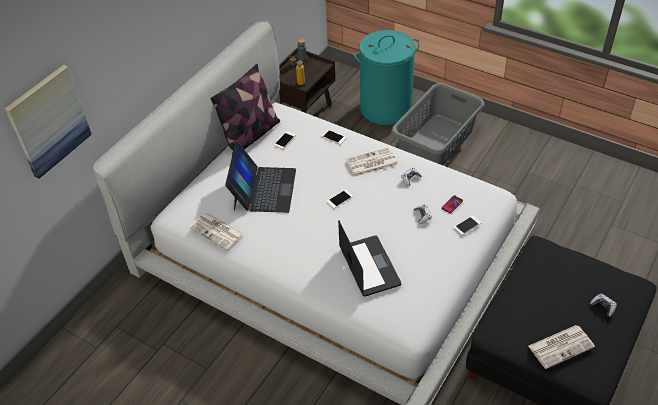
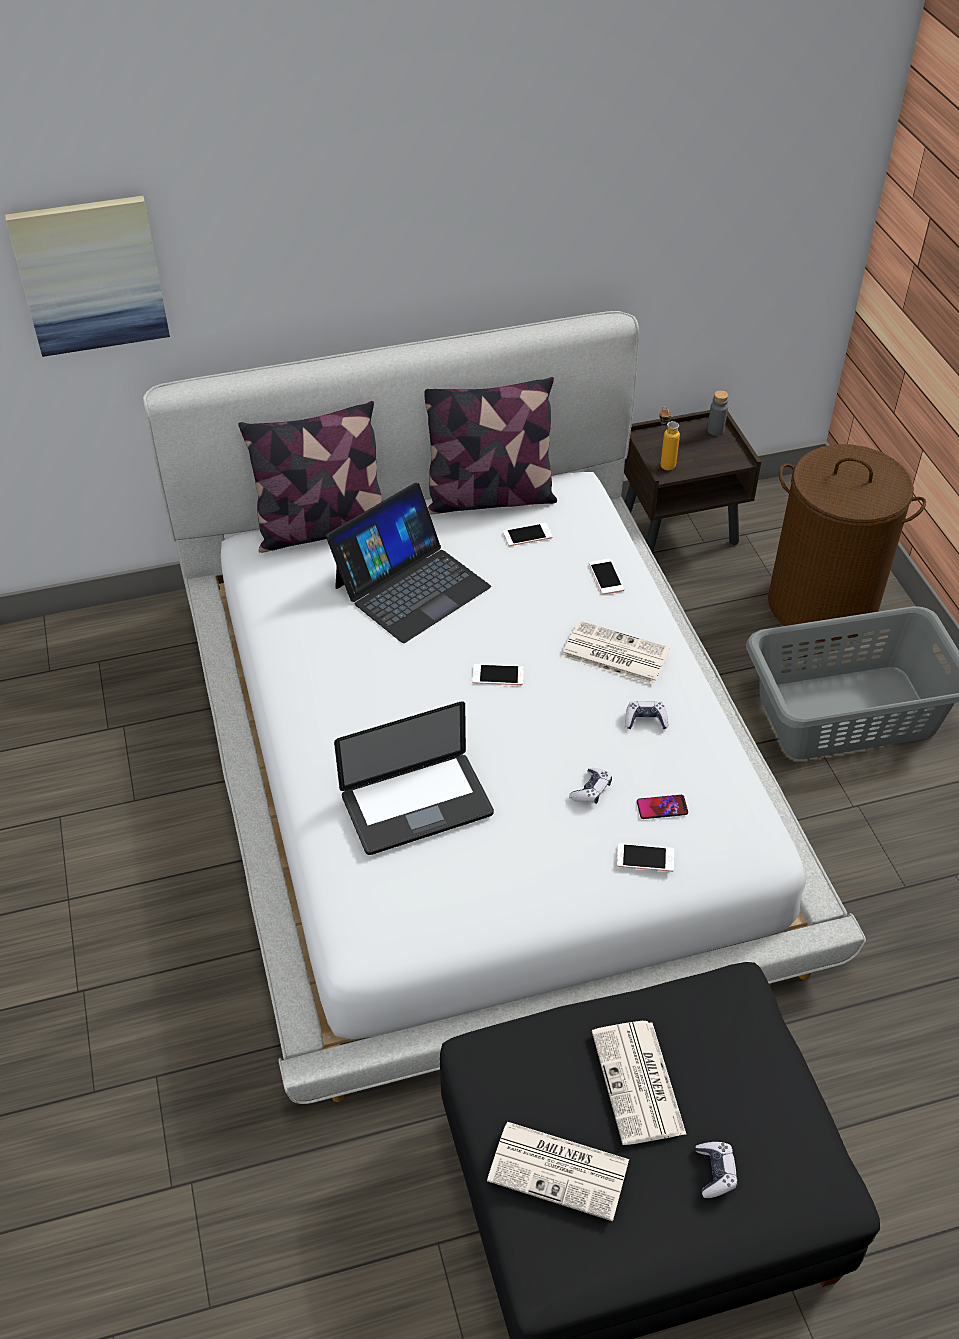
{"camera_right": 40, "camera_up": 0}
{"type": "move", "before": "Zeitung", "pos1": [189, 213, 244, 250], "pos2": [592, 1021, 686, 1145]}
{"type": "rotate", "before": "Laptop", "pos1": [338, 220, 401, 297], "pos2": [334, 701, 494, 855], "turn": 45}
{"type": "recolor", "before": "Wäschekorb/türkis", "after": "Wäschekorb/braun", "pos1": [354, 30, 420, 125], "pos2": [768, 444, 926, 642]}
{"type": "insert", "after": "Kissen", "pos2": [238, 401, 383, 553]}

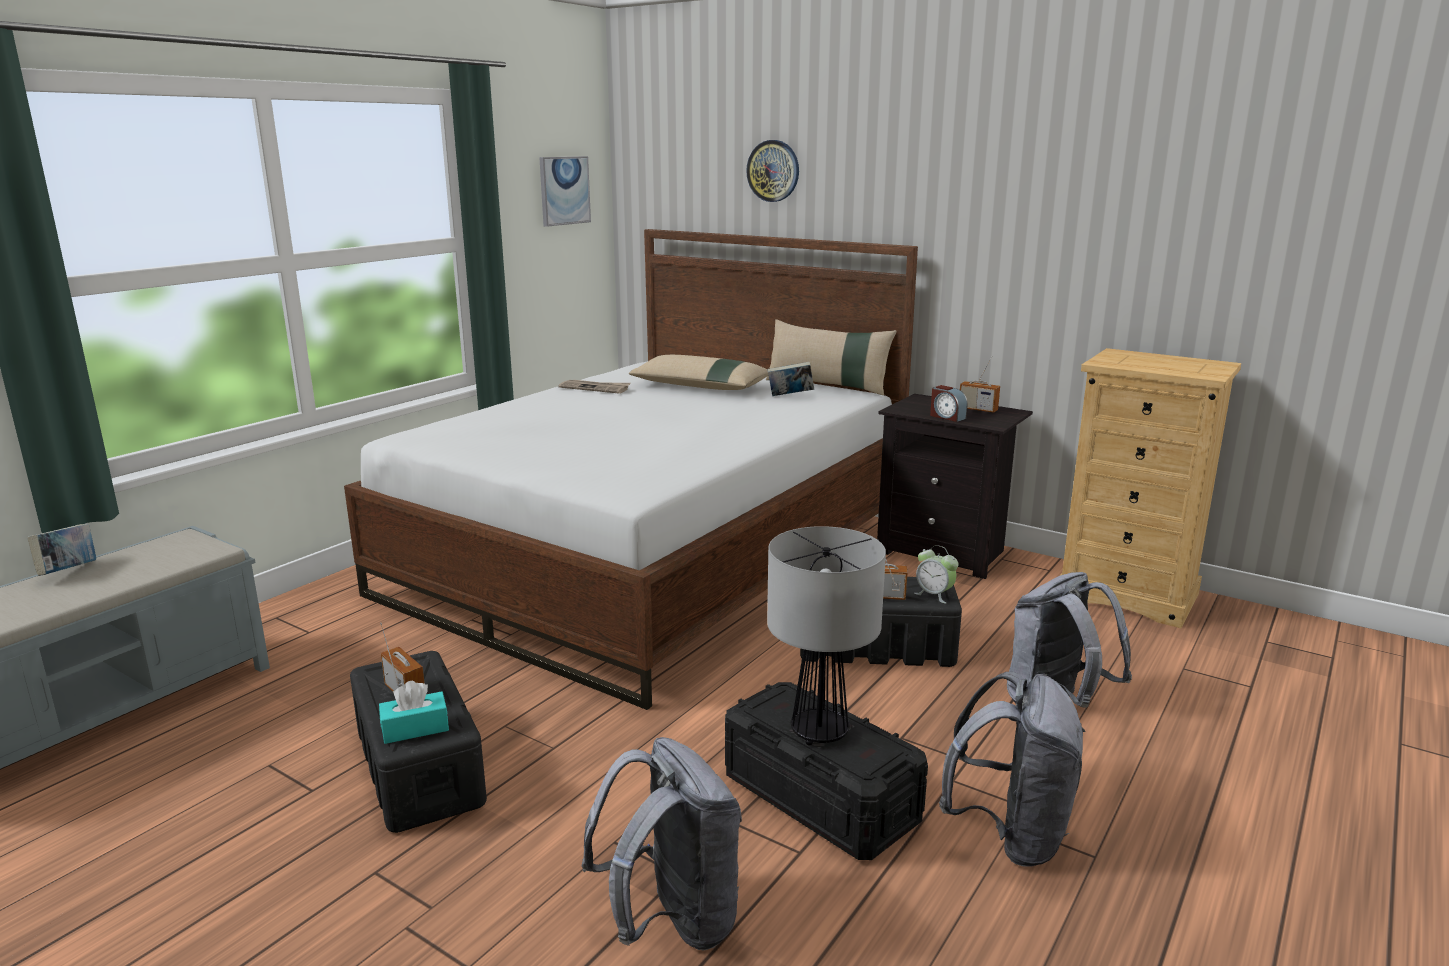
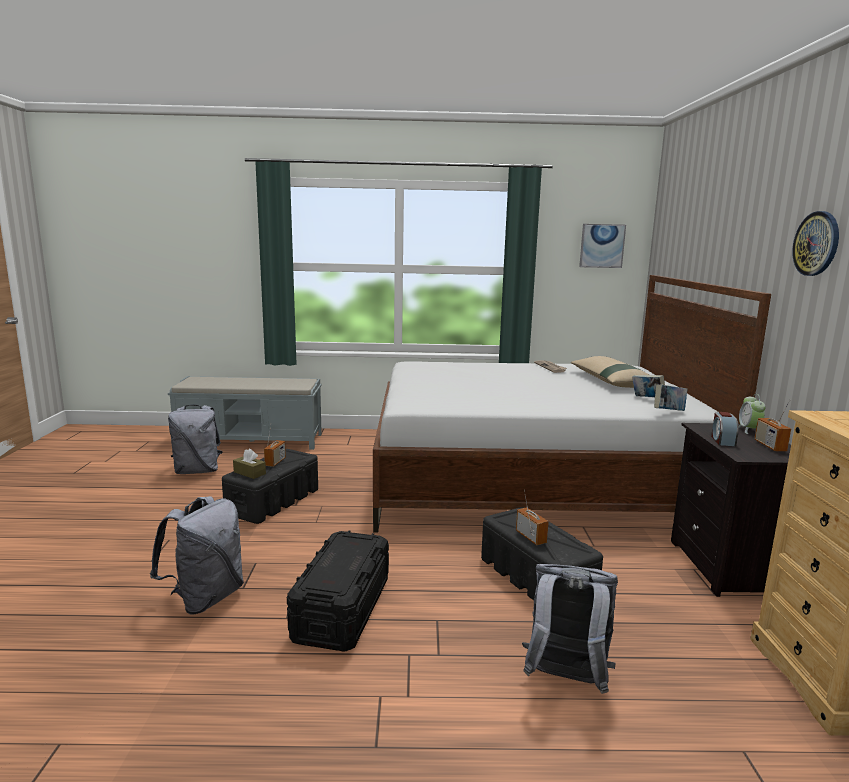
{"camera_right": 55, "camera_up": -5}
{"type": "move", "before": "Buch", "pos1": [27, 524, 96, 576], "pos2": [654, 384, 688, 411]}
{"type": "recolor", "before": "Taschentuchbox/türkis", "after": "Taschentuchbox/braun", "pos1": [379, 681, 449, 744], "pos2": [233, 449, 266, 479]}
{"type": "move", "before": "Wanduhr", "pos1": [746, 140, 799, 202], "pos2": [792, 211, 839, 276]}
{"type": "delete", "before": "Kissen/beige", "pos1": [766, 319, 897, 395]}
{"type": "delete", "before": "Tischlampe", "pos1": [767, 526, 886, 746]}
{"type": "move", "before": "Wecker", "pos1": [914, 545, 958, 604], "pos2": [739, 394, 766, 434]}
{"type": "move", "before": "Rucksack/grau", "pos1": [939, 672, 1086, 867], "pos2": [168, 404, 223, 474]}

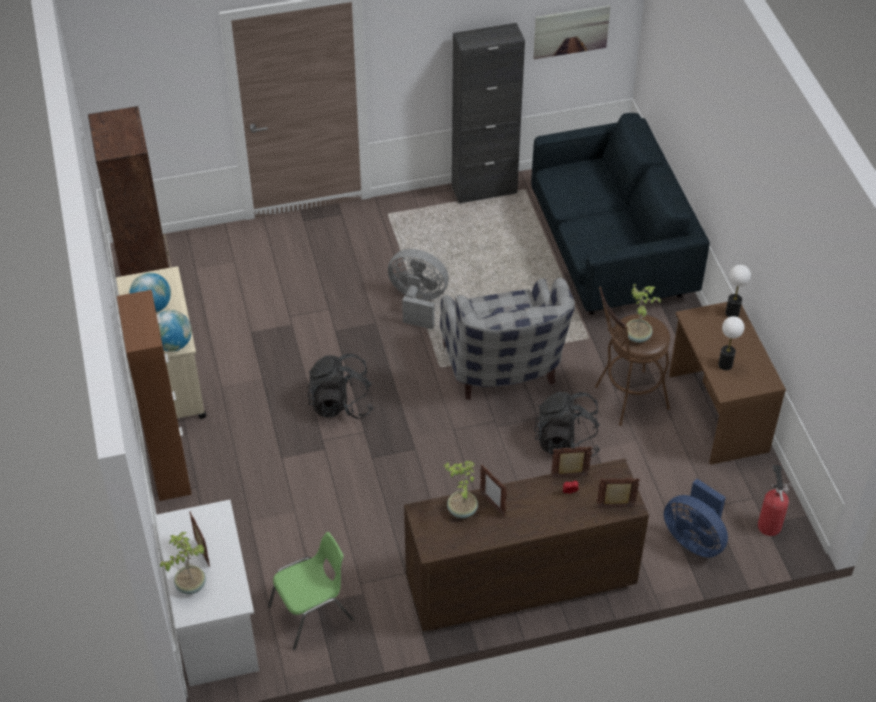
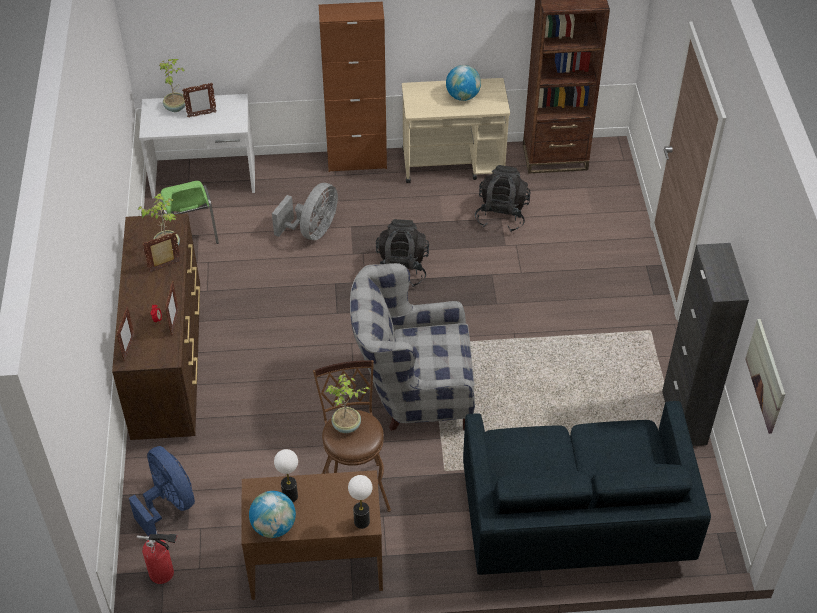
{"camera_right": 100, "camera_up": 0}
{"type": "move", "before": "Globus", "pos1": [158, 310, 192, 352], "pos2": [249, 491, 296, 538]}
{"type": "move", "before": "Ventilator/grau", "pos1": [388, 249, 449, 329], "pos2": [272, 183, 338, 240]}
{"type": "move", "before": "Rucksack/schwarz", "pos1": [534, 392, 600, 459], "pos2": [475, 165, 531, 232]}
{"type": "rotate", "before": "Ventilator/blau", "pos1": [664, 479, 728, 557], "pos2": [129, 446, 195, 537], "turn": 90}

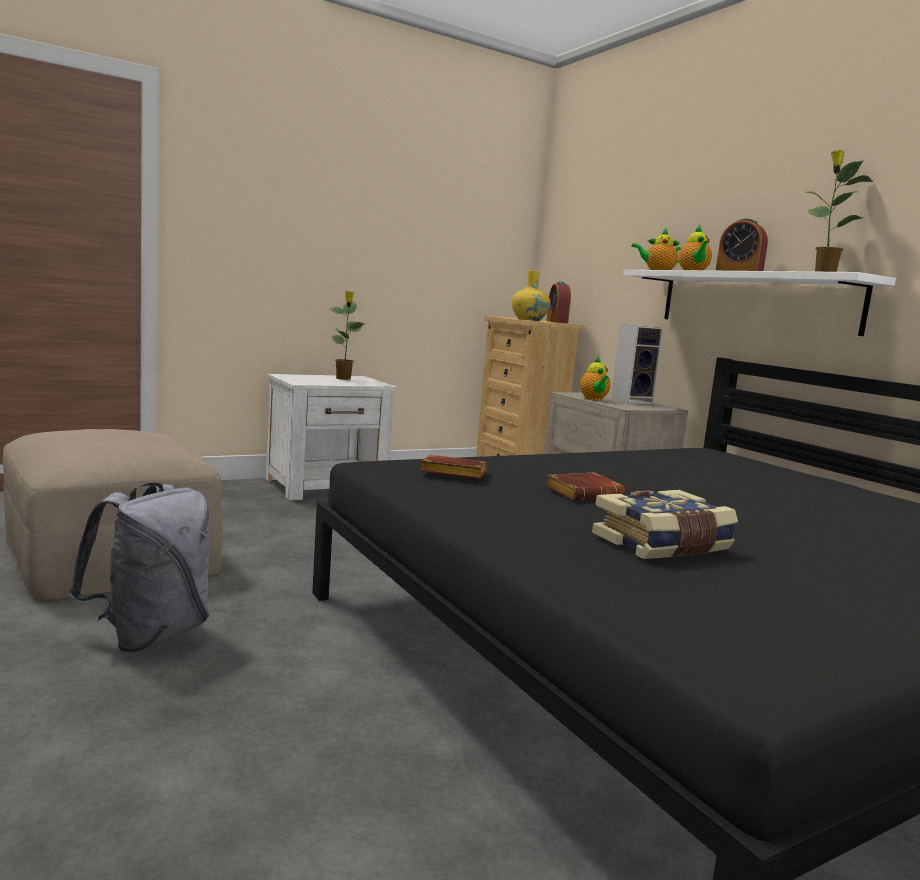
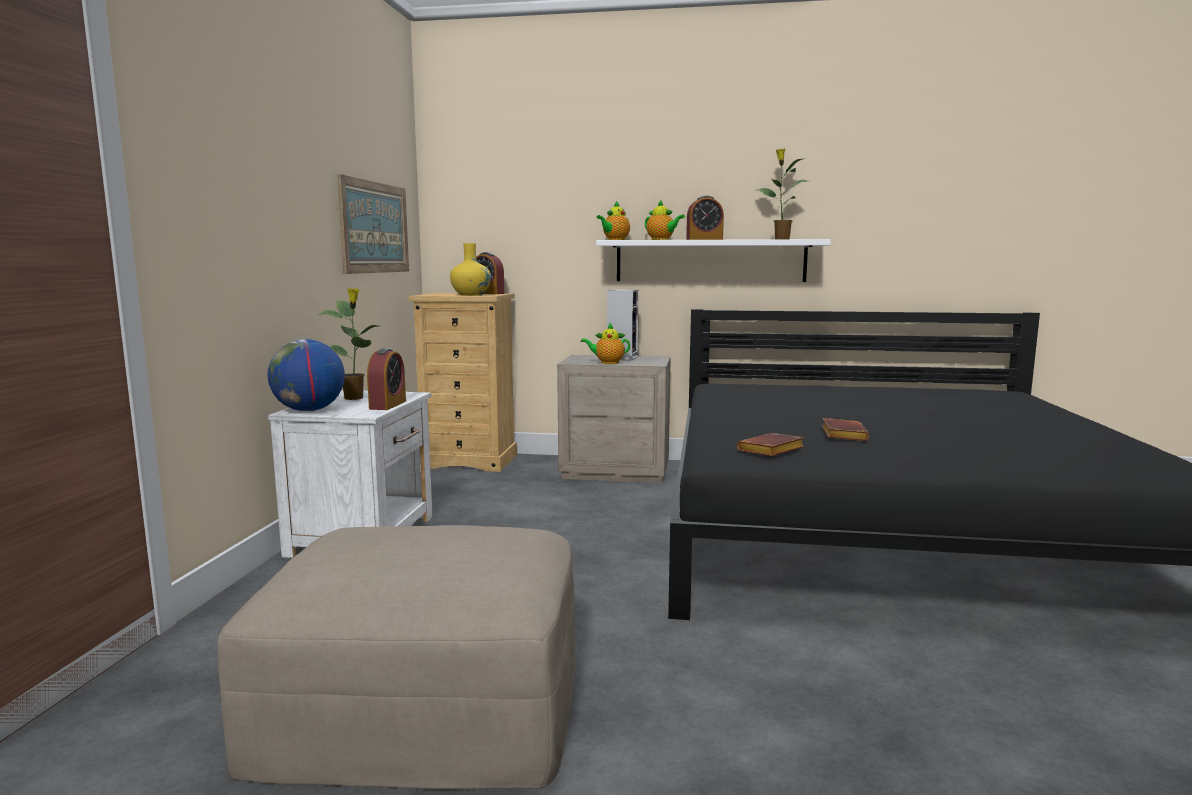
{"camera_right": -50, "camera_up": 0}
{"type": "delete", "before": "Rucksack/grau", "pos1": [69, 482, 210, 653]}
{"type": "rotate", "before": "Teekanne", "pos1": [580, 356, 611, 400], "pos2": [581, 323, 630, 364], "turn": 150}
{"type": "delete", "before": "Buch", "pos1": [592, 490, 738, 559]}
{"type": "insert", "after": "Globus", "pos2": [268, 339, 345, 411]}
{"type": "insert", "after": "Bild", "pos2": [337, 174, 409, 274]}
{"type": "insert", "after": "Wecker", "pos2": [367, 348, 406, 410]}

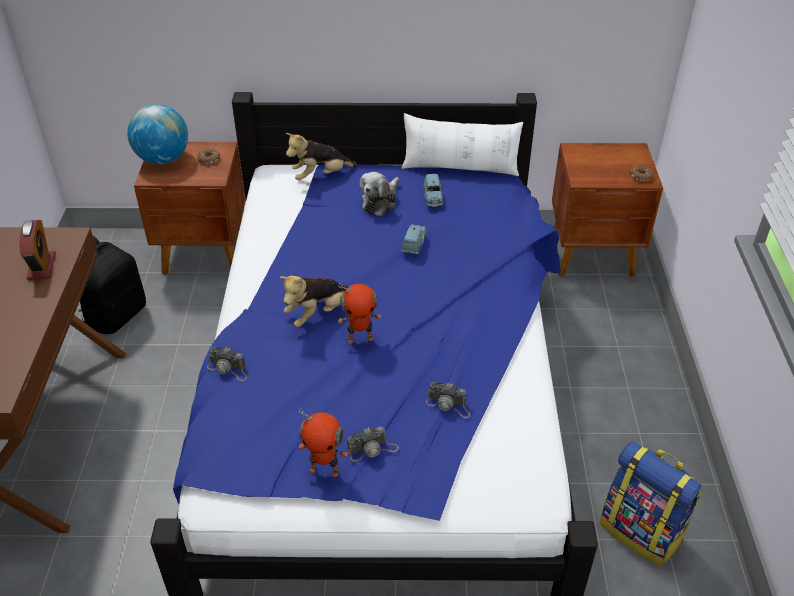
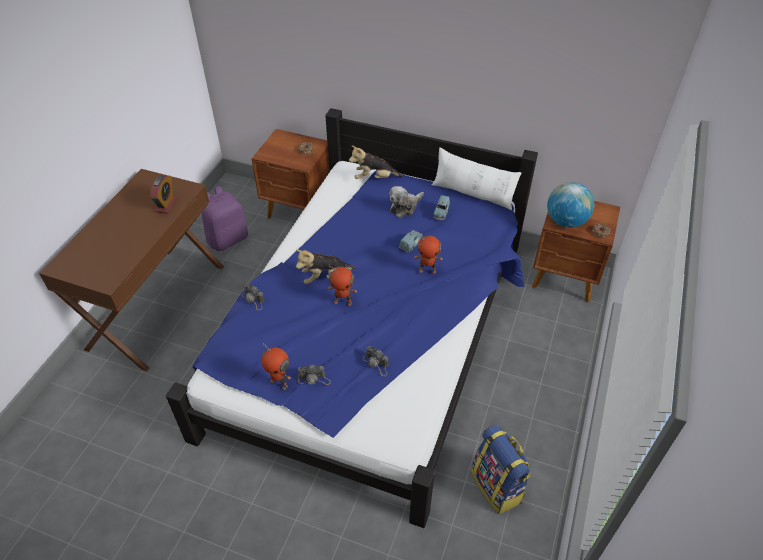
{"camera_right": 20, "camera_up": 5}
{"type": "recolor", "before": "Rucksack/schwarz", "after": "Rucksack/lila", "pos1": [78, 236, 146, 334], "pos2": [201, 186, 248, 251]}
{"type": "move", "before": "Globus", "pos1": [127, 104, 188, 164], "pos2": [547, 182, 594, 228]}
{"type": "insert", "after": "Spielzeugroboter", "pos2": [414, 233, 443, 274]}

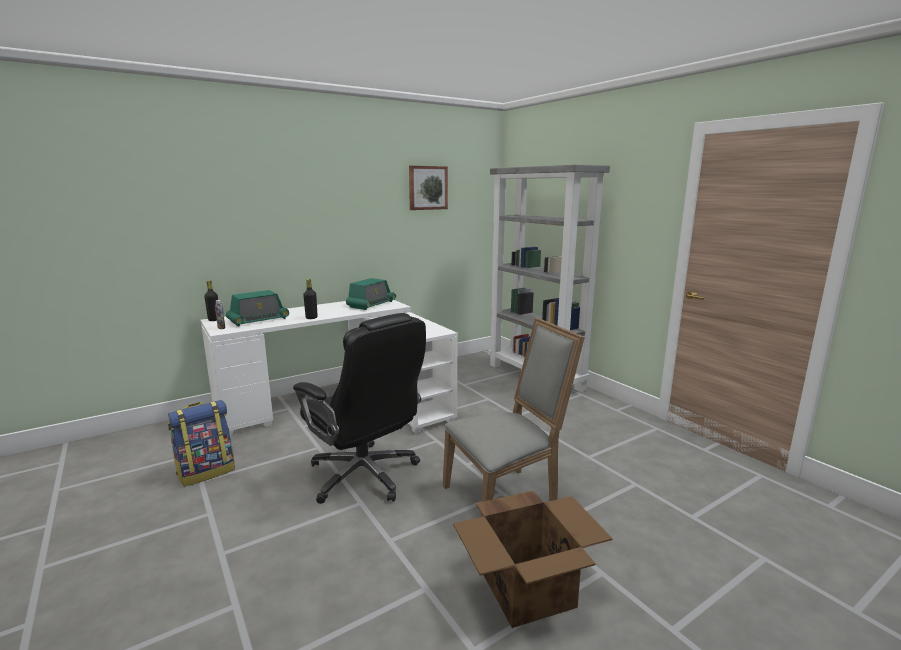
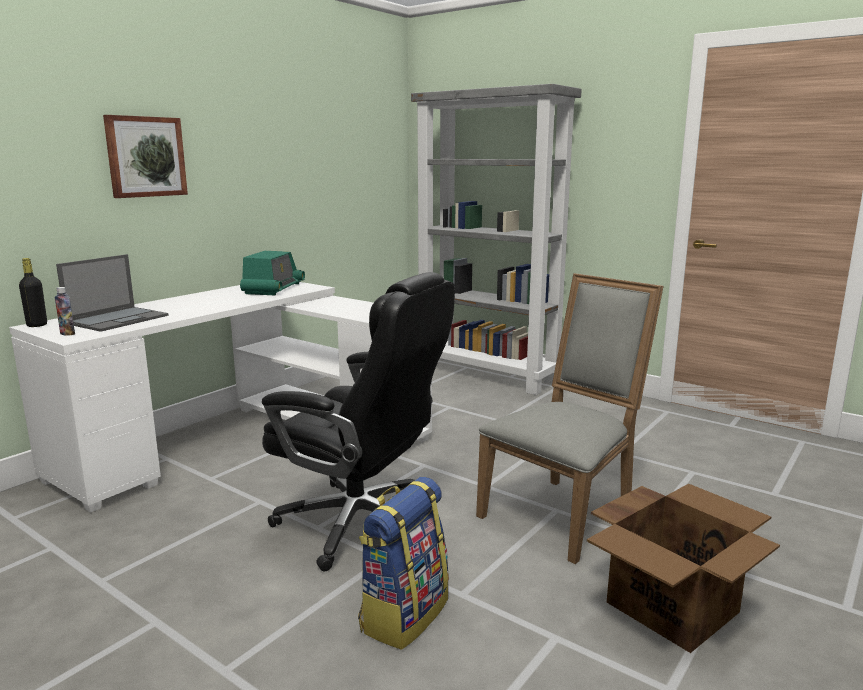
{"camera_right": -20, "camera_up": 0}
{"type": "move", "before": "Rucksack", "pos1": [168, 400, 235, 487], "pos2": [358, 477, 449, 650]}
{"type": "replace", "before": "Radio", "after": "Laptop", "pos1": [226, 290, 289, 327], "pos2": [56, 254, 168, 332]}
{"type": "delete", "before": "Flasche/schwarz", "pos1": [303, 279, 318, 319]}
{"type": "move", "before": "Bild", "pos1": [409, 165, 448, 210], "pos2": [103, 115, 188, 198]}

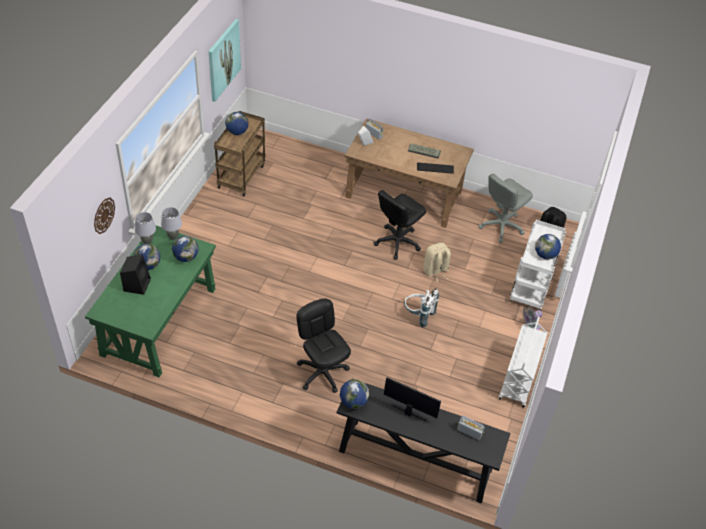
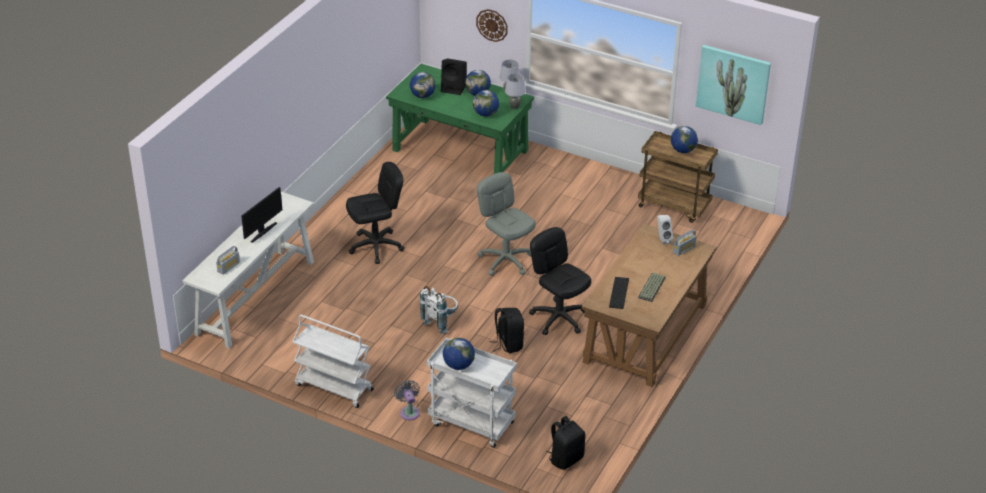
{"camera_right": 100, "camera_up": -10}
{"type": "recolor", "before": "Konsolentisch/schwarz", "after": "Konsolentisch/weiß", "pos1": [337, 378, 511, 504], "pos2": [182, 192, 314, 349]}
{"type": "move", "before": "Globus", "pos1": [340, 379, 369, 409], "pos2": [410, 72, 436, 98]}
{"type": "recolor", "before": "Rucksack/beige", "after": "Rucksack/schwarz", "pos1": [424, 243, 451, 282], "pos2": [490, 308, 524, 353]}
{"type": "move", "before": "Bürostuhl/grau", "pos1": [478, 174, 533, 243], "pos2": [477, 172, 536, 276]}

